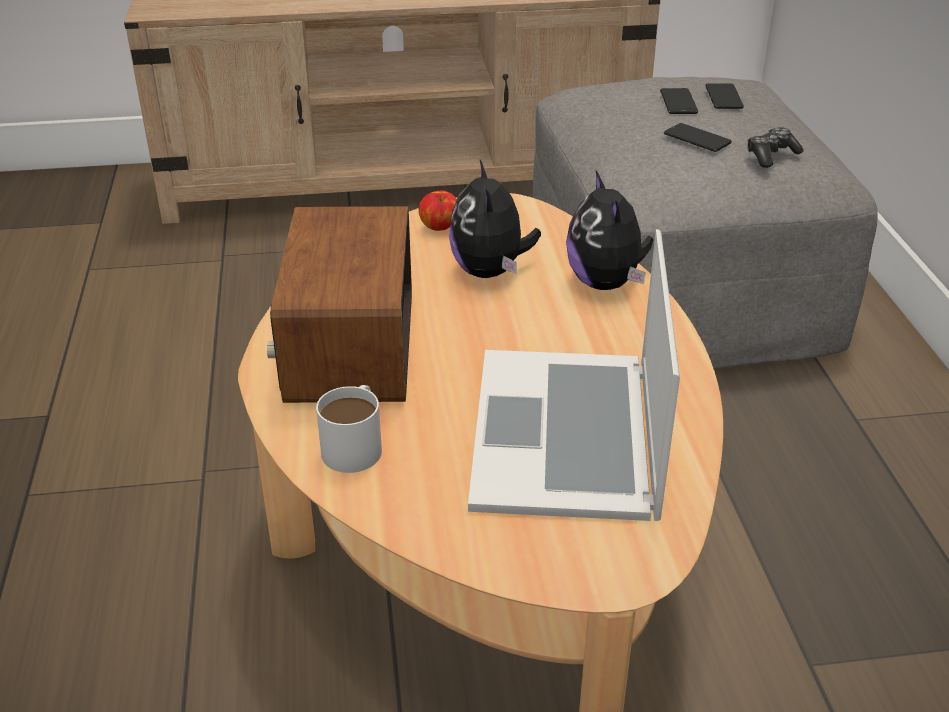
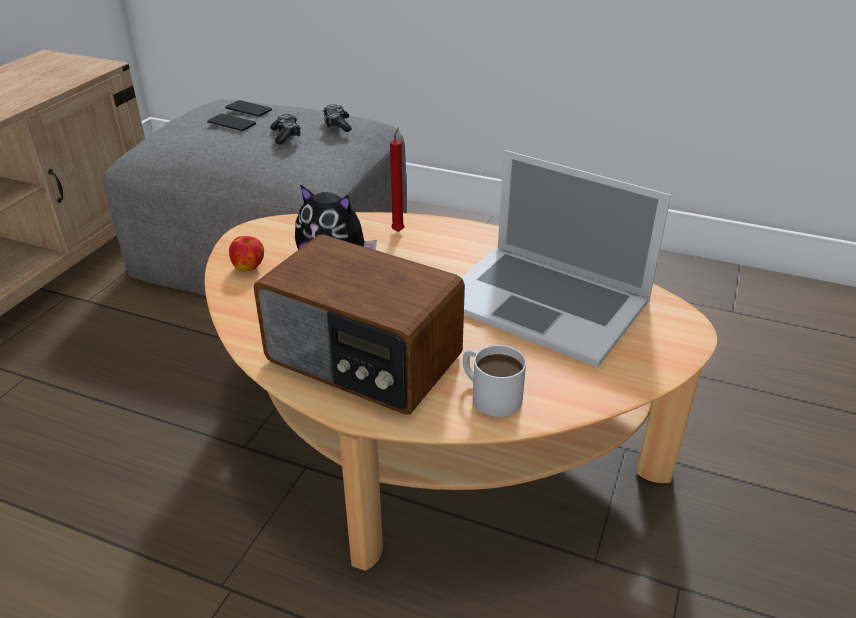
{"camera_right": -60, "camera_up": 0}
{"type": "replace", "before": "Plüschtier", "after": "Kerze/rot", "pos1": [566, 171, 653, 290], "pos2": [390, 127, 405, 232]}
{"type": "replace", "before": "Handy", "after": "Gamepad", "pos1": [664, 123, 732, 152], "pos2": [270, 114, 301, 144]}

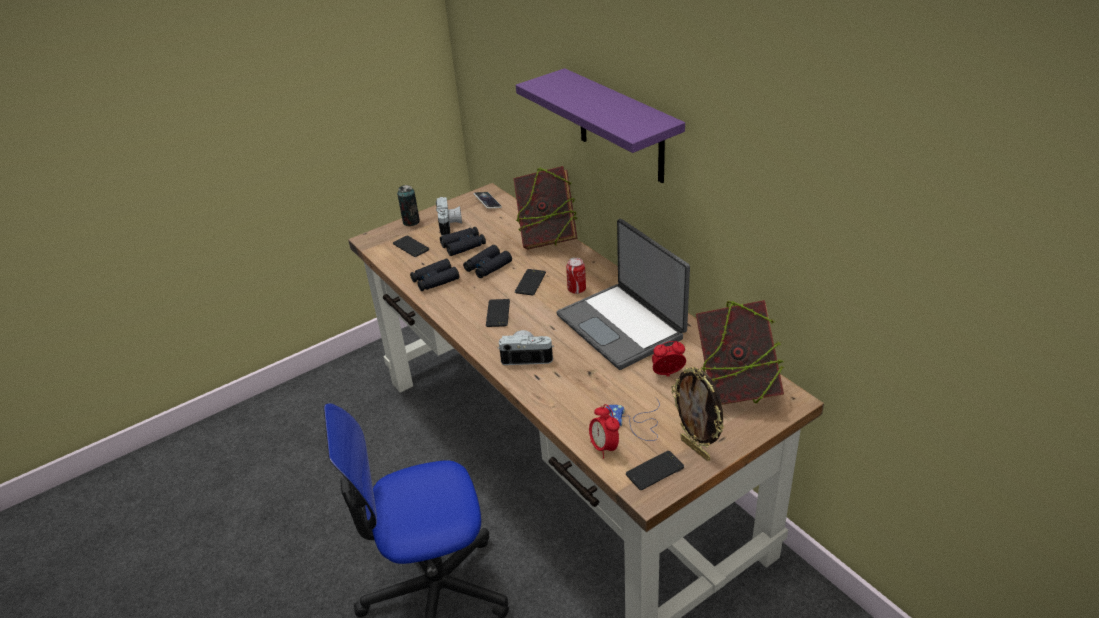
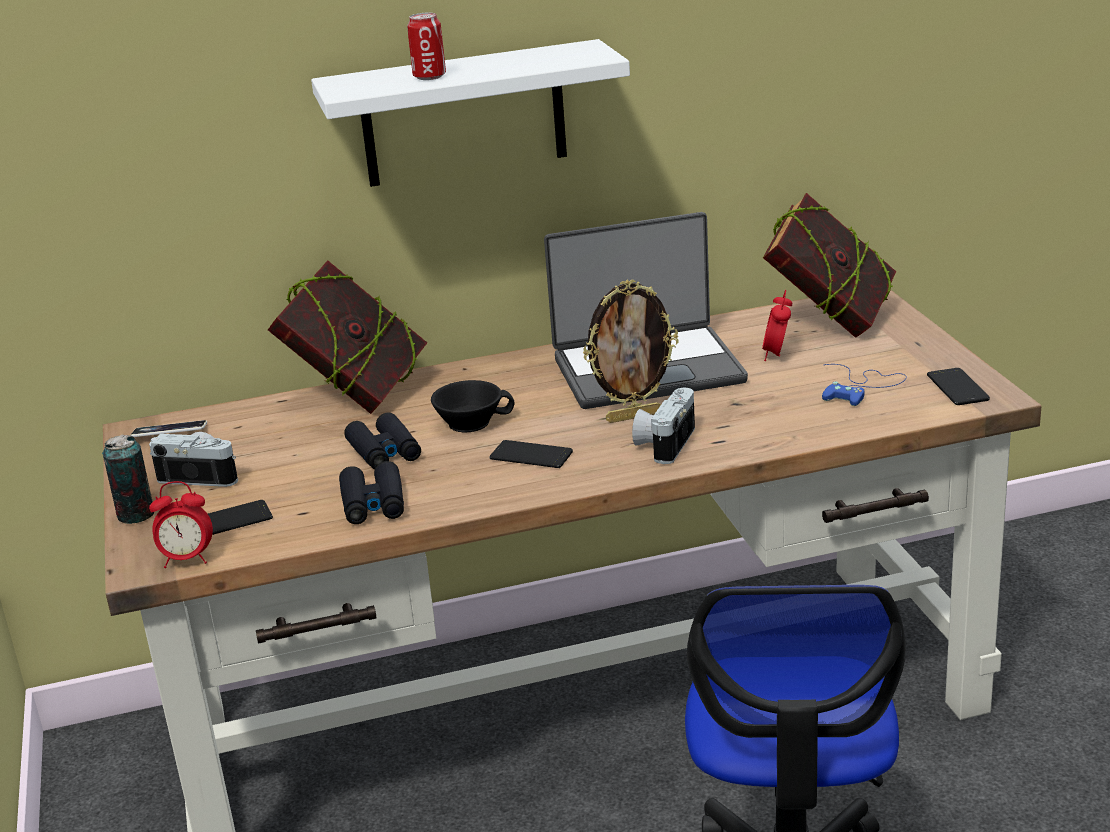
{"camera_right": -70, "camera_up": -10}
{"type": "delete", "before": "Fernglas/schwarz", "pos1": [440, 227, 486, 256]}
{"type": "replace", "before": "Handy", "after": "Tasse/schwarz", "pos1": [515, 269, 546, 296], "pos2": [431, 380, 515, 433]}
{"type": "recolor", "before": "Wandregal/lila", "after": "Wandregal/weiß", "pos1": [516, 68, 685, 183], "pos2": [311, 39, 630, 187]}
{"type": "move", "before": "Dose", "pos1": [566, 258, 586, 294], "pos2": [407, 13, 446, 80]}
{"type": "move", "before": "Wecker", "pos1": [589, 404, 620, 459], "pos2": [149, 481, 213, 568]}
{"type": "move", "before": "Bilderrahmen", "pos1": [671, 367, 724, 461], "pos2": [583, 280, 679, 423]}

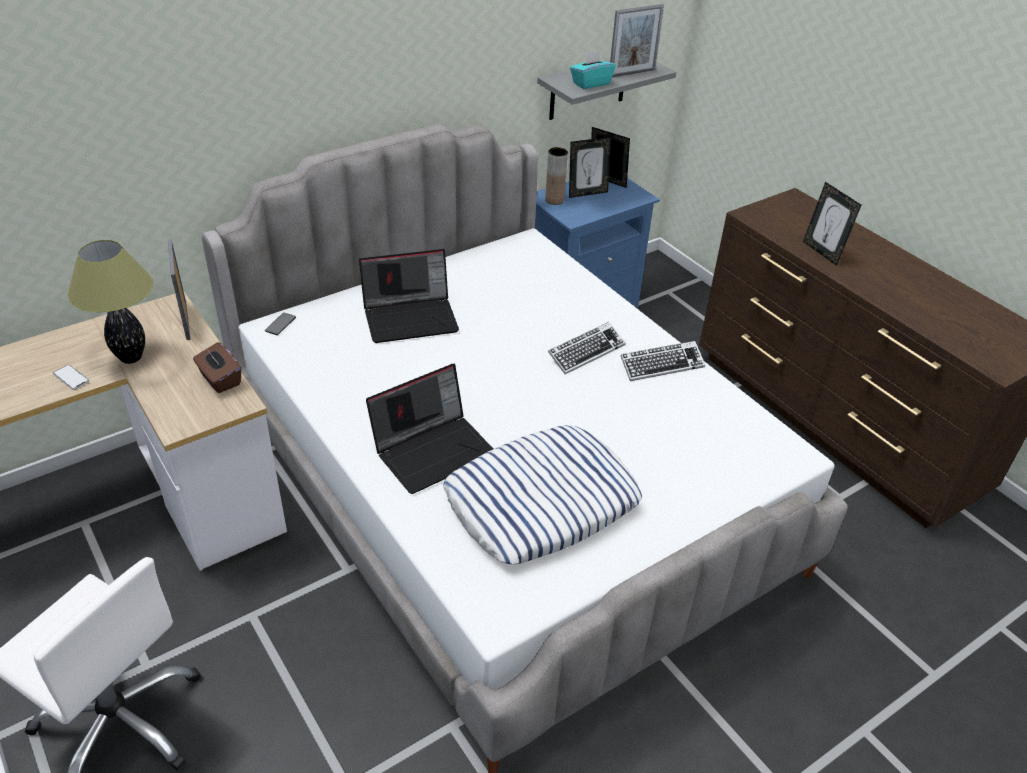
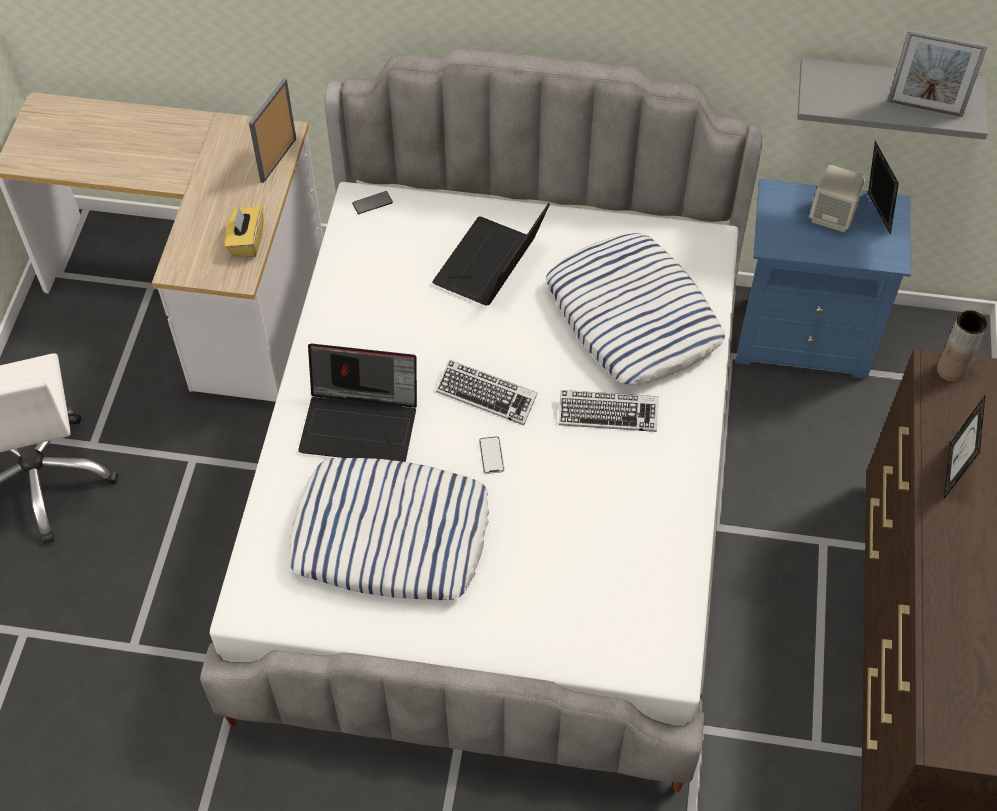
{"camera_right": 45, "camera_up": 15}
{"type": "move", "before": "Handy", "pos1": [53, 365, 89, 390], "pos2": [479, 436, 504, 474]}
{"type": "delete", "before": "Tischlampe", "pos1": [68, 240, 153, 364]}
{"type": "recolor", "before": "Taschentuchbox/braun", "after": "Taschentuchbox/gelb", "pos1": [193, 342, 241, 393], "pos2": [224, 206, 264, 257]}
{"type": "rotate", "before": "Laptop", "pos1": [359, 249, 459, 343], "pos2": [432, 203, 550, 306], "turn": 90}
{"type": "move", "before": "Vase/braun", "pos1": [545, 147, 568, 205], "pos2": [937, 310, 987, 382]}
{"type": "replace", "before": "Bilderrahmen", "after": "Lautsprecher/beige", "pos1": [569, 137, 611, 198], "pos2": [809, 165, 866, 232]}
{"type": "delete", "before": "Taschentuchbox/türkis", "pos1": [570, 51, 616, 89]}
{"type": "move", "before": "Tastatur", "pos1": [620, 341, 705, 381], "pos2": [436, 360, 538, 425]}
{"type": "insert", "after": "Kissen", "pos2": [546, 233, 725, 385]}

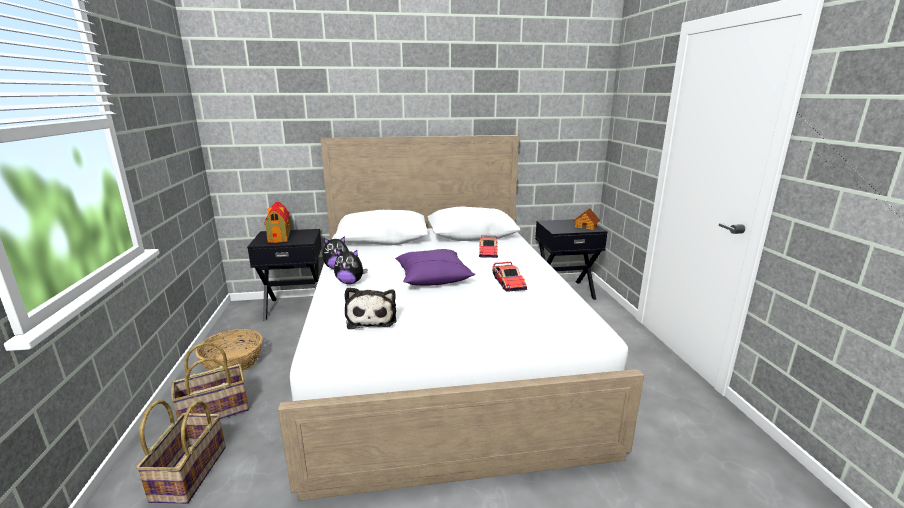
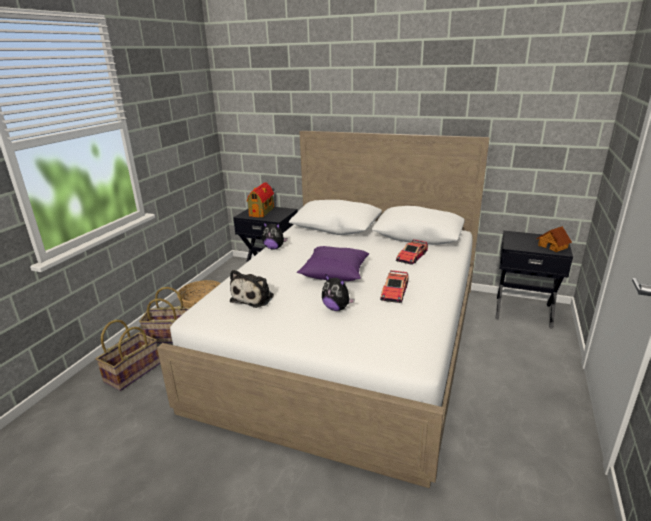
{"camera_right": 30, "camera_up": 5}
{"type": "move", "before": "Plüschtier", "pos1": [334, 249, 368, 284], "pos2": [322, 275, 355, 311]}

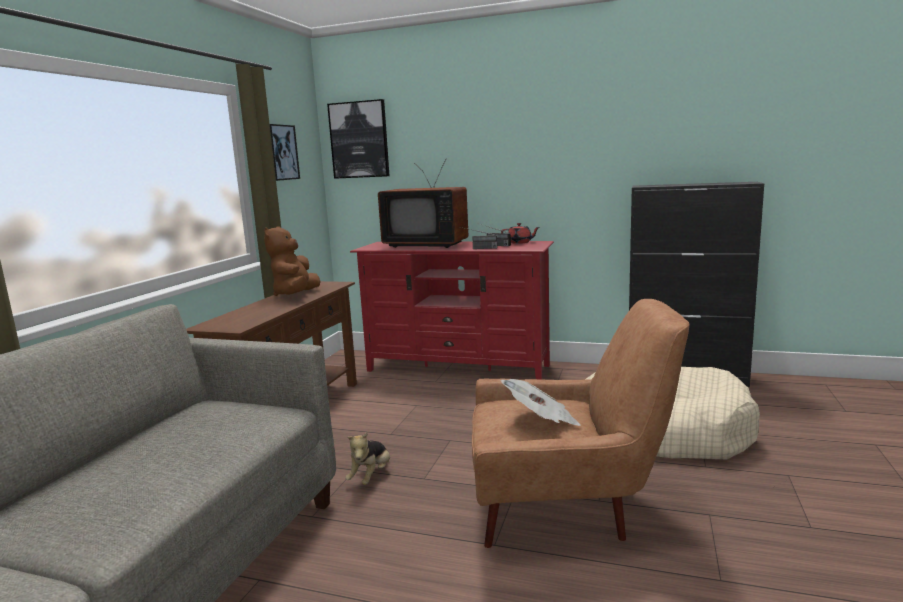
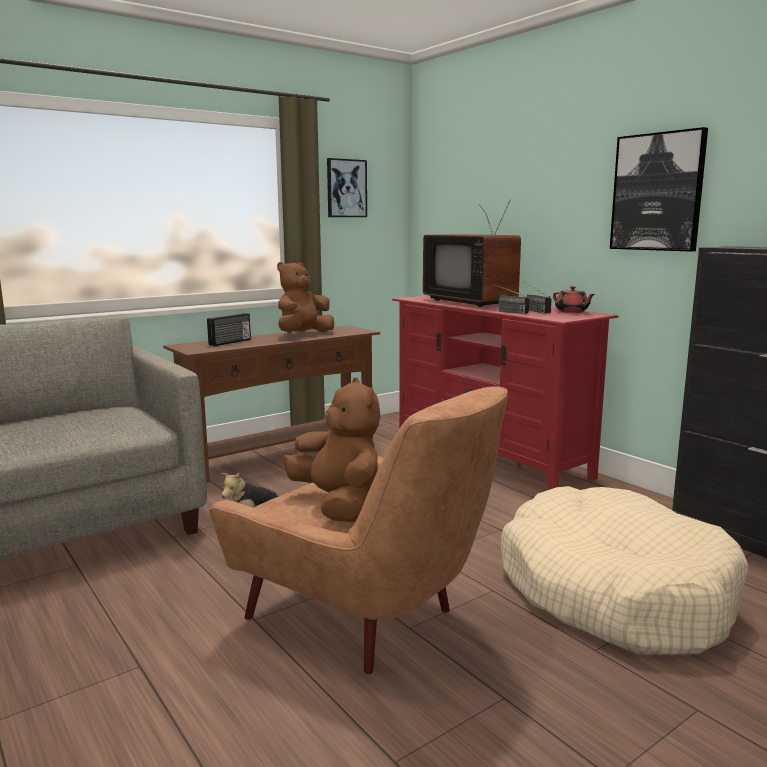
{"camera_right": 35, "camera_up": 0}
{"type": "move", "before": "Bild", "pos1": [327, 99, 390, 179], "pos2": [610, 127, 708, 252]}
{"type": "replace", "before": "Zeitung", "after": "Plüschtier/braun", "pos1": [501, 379, 581, 426], "pos2": [283, 377, 380, 522]}
{"type": "insert", "after": "Radio", "pos2": [207, 313, 251, 346]}

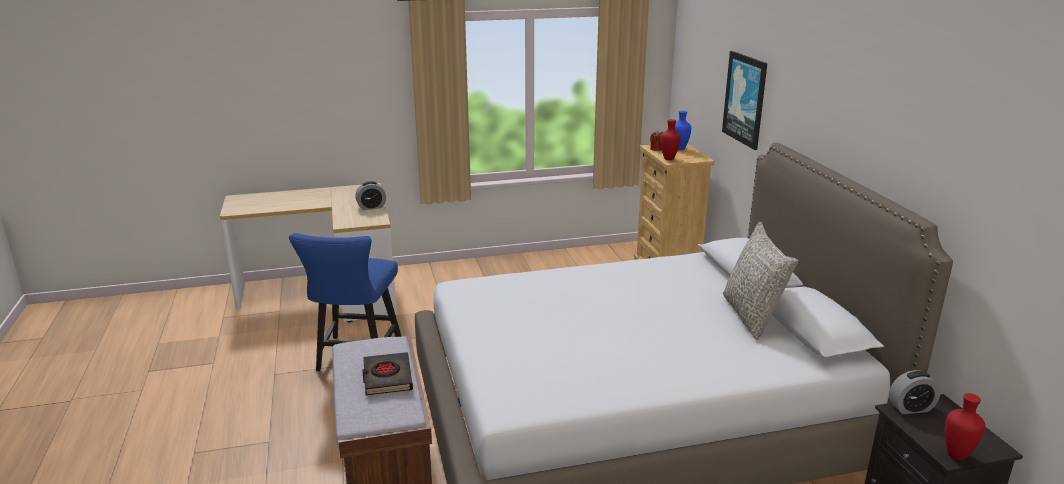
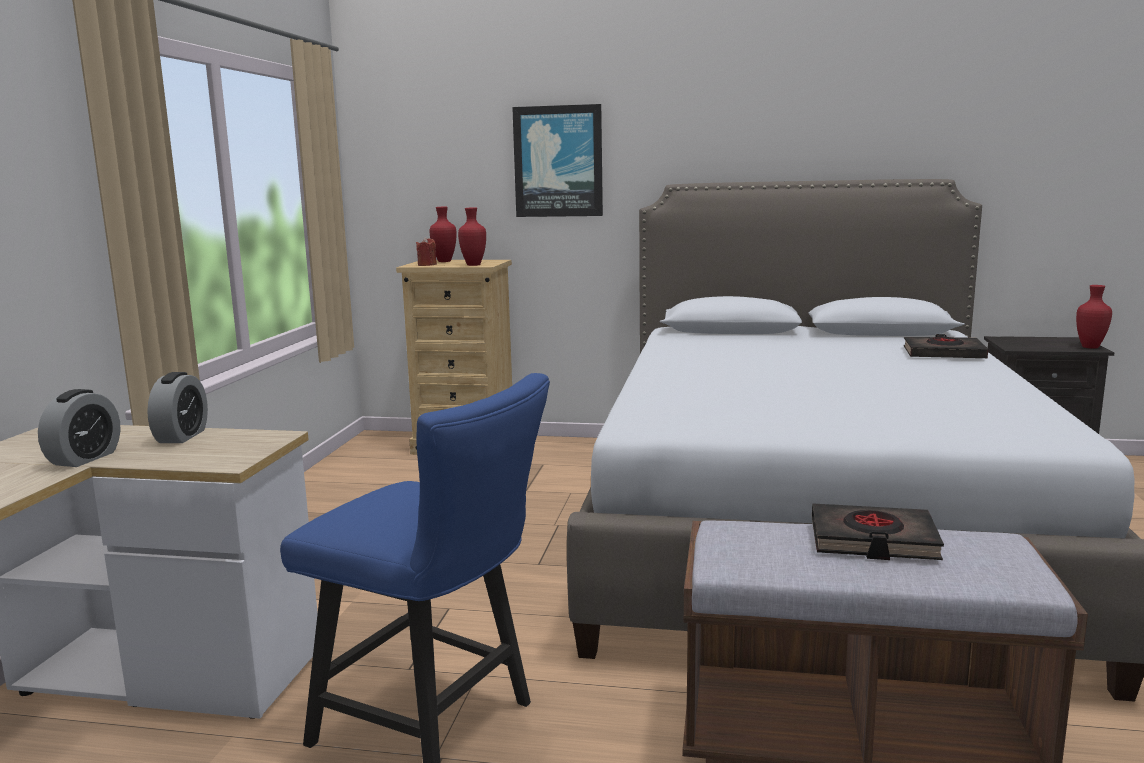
{"camera_right": -65, "camera_up": -10}
{"type": "recolor", "before": "Vase/blau", "after": "Vase/rot", "pos1": [675, 111, 691, 150], "pos2": [430, 207, 457, 262]}
{"type": "delete", "before": "Kissen/grau", "pos1": [723, 222, 799, 340]}
{"type": "move", "before": "Wecker", "pos1": [889, 370, 941, 414], "pos2": [38, 389, 121, 467]}
{"type": "insert", "after": "Buch/schwarz", "pos2": [904, 334, 988, 358]}

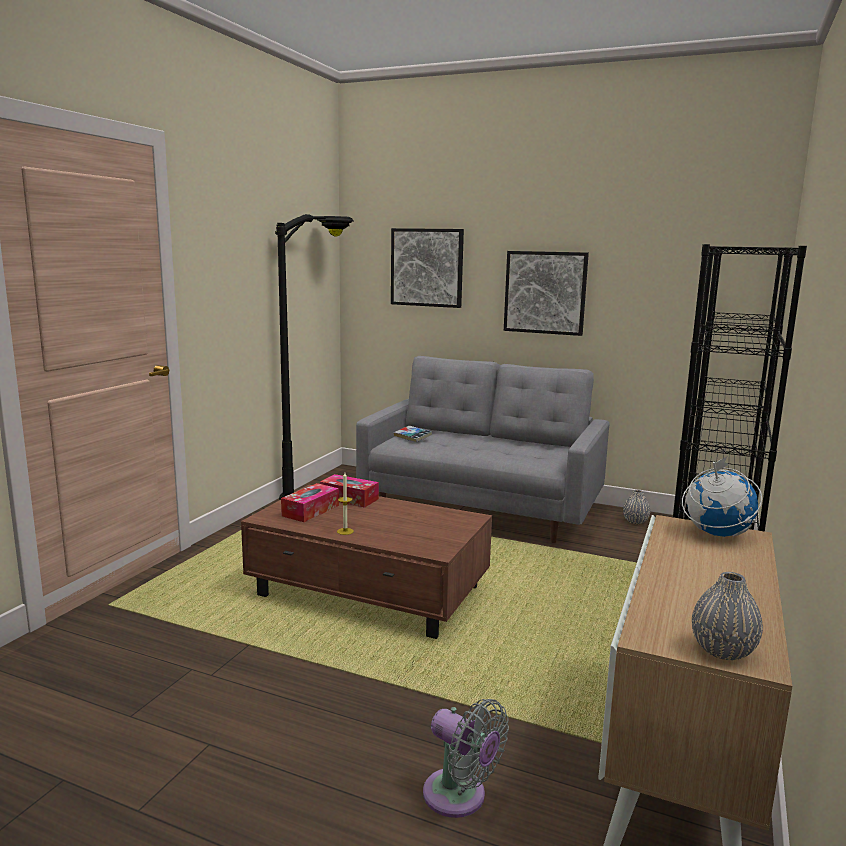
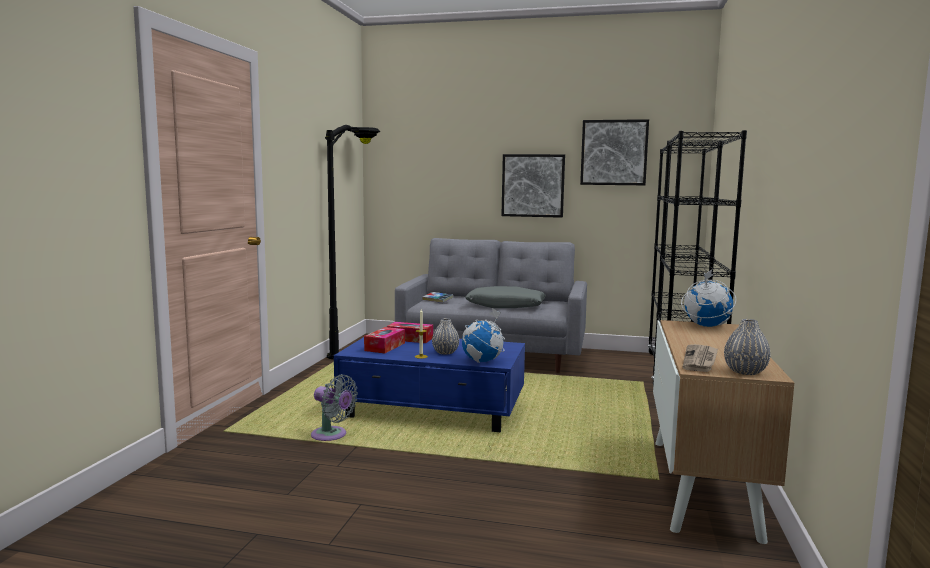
{"camera_right": -10, "camera_up": -5}
{"type": "recolor", "before": "Couchtisch/braun", "after": "Couchtisch/blau", "pos1": [241, 485, 492, 639], "pos2": [334, 337, 525, 432]}
{"type": "move", "before": "Bild", "pos1": [391, 228, 464, 308], "pos2": [580, 119, 649, 185]}
{"type": "move", "before": "Ventilator/grau", "pos1": [423, 699, 509, 818], "pos2": [311, 374, 358, 441]}
{"type": "move", "before": "Vase/grau", "pos1": [623, 490, 650, 524], "pos2": [432, 318, 459, 355]}
{"type": "insert", "after": "Globus", "pos2": [462, 308, 505, 363]}
{"type": "insert", "after": "Kissen/grau", "pos2": [465, 286, 546, 308]}
{"type": "insert", "after": "Zeitung", "pos2": [683, 344, 718, 372]}

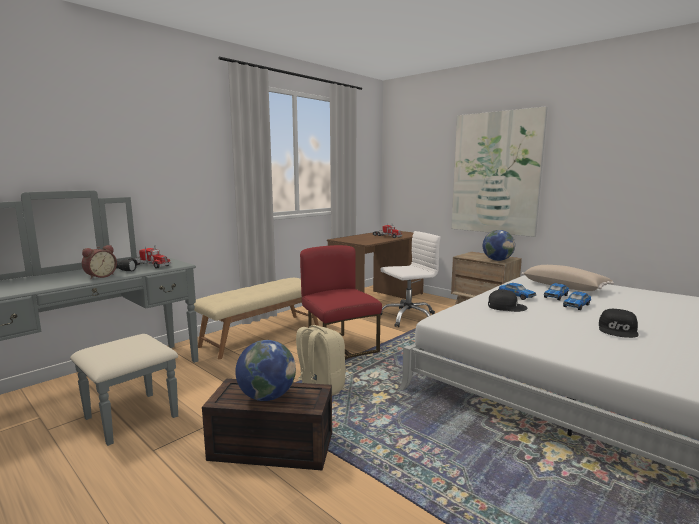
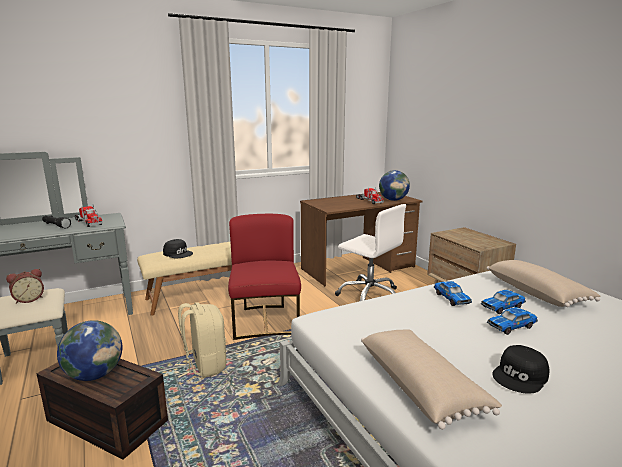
{"camera_right": 20, "camera_up": 5}
{"type": "move", "before": "Wecker", "pos1": [82, 245, 117, 279], "pos2": [6, 269, 44, 304]}
{"type": "rotate", "before": "Bürostuhl/weiß", "pos1": [380, 231, 440, 327], "pos2": [335, 204, 406, 301], "turn": 45}
{"type": "delete", "before": "Bild", "pos1": [451, 106, 548, 237]}
{"type": "move", "before": "Globus", "pos1": [483, 230, 515, 261], "pos2": [379, 170, 410, 201]}
{"type": "move", "before": "Kappe/schwarz", "pos1": [488, 290, 528, 312], "pos2": [163, 239, 193, 258]}
{"type": "insert", "after": "Kissen/beige", "pos2": [361, 329, 502, 430]}

